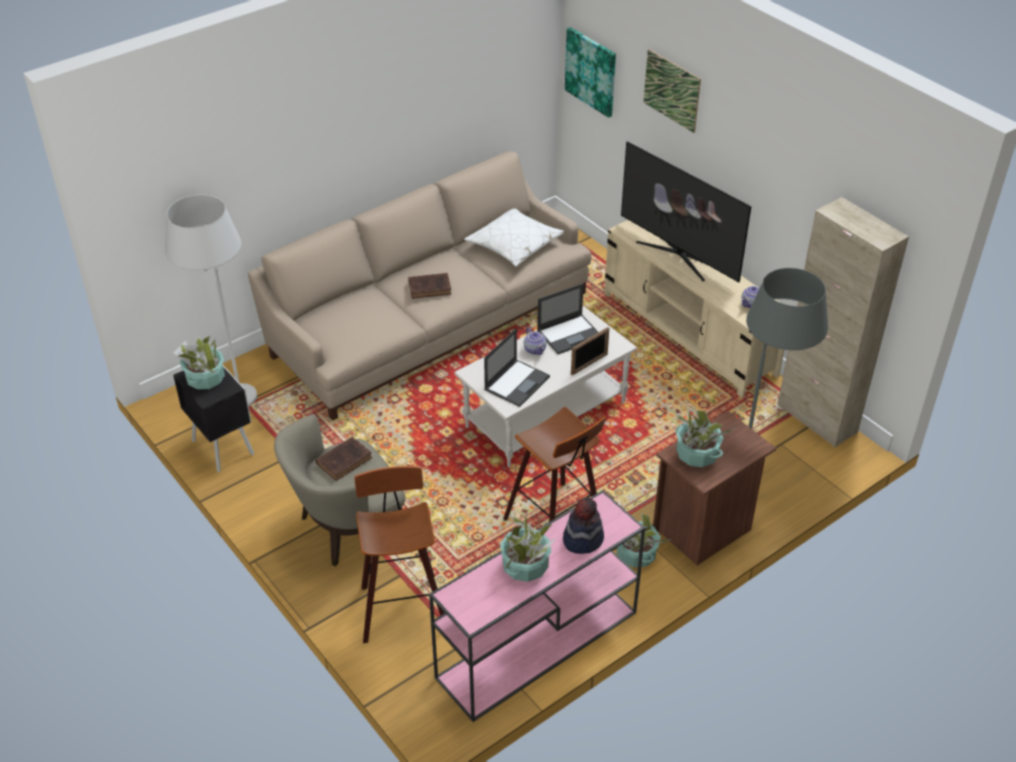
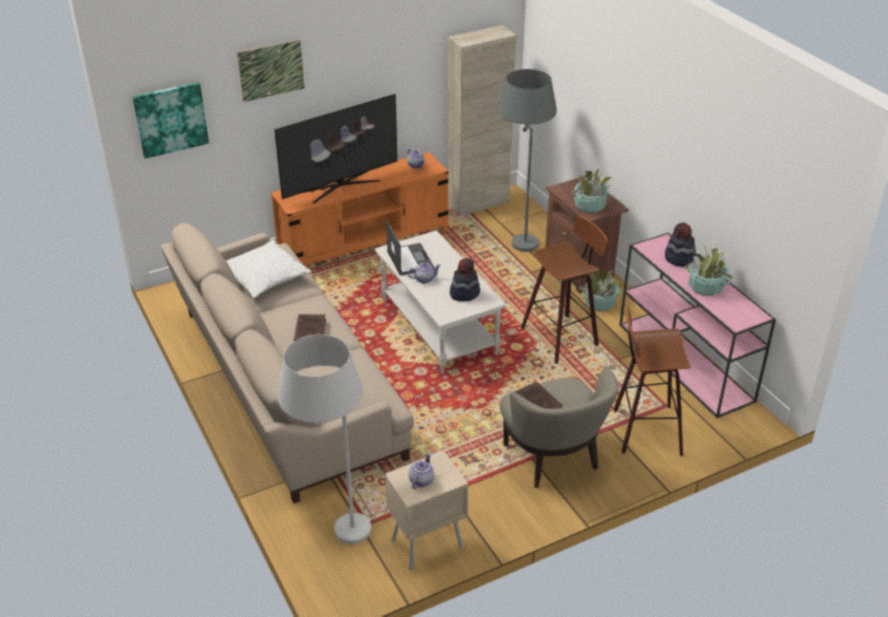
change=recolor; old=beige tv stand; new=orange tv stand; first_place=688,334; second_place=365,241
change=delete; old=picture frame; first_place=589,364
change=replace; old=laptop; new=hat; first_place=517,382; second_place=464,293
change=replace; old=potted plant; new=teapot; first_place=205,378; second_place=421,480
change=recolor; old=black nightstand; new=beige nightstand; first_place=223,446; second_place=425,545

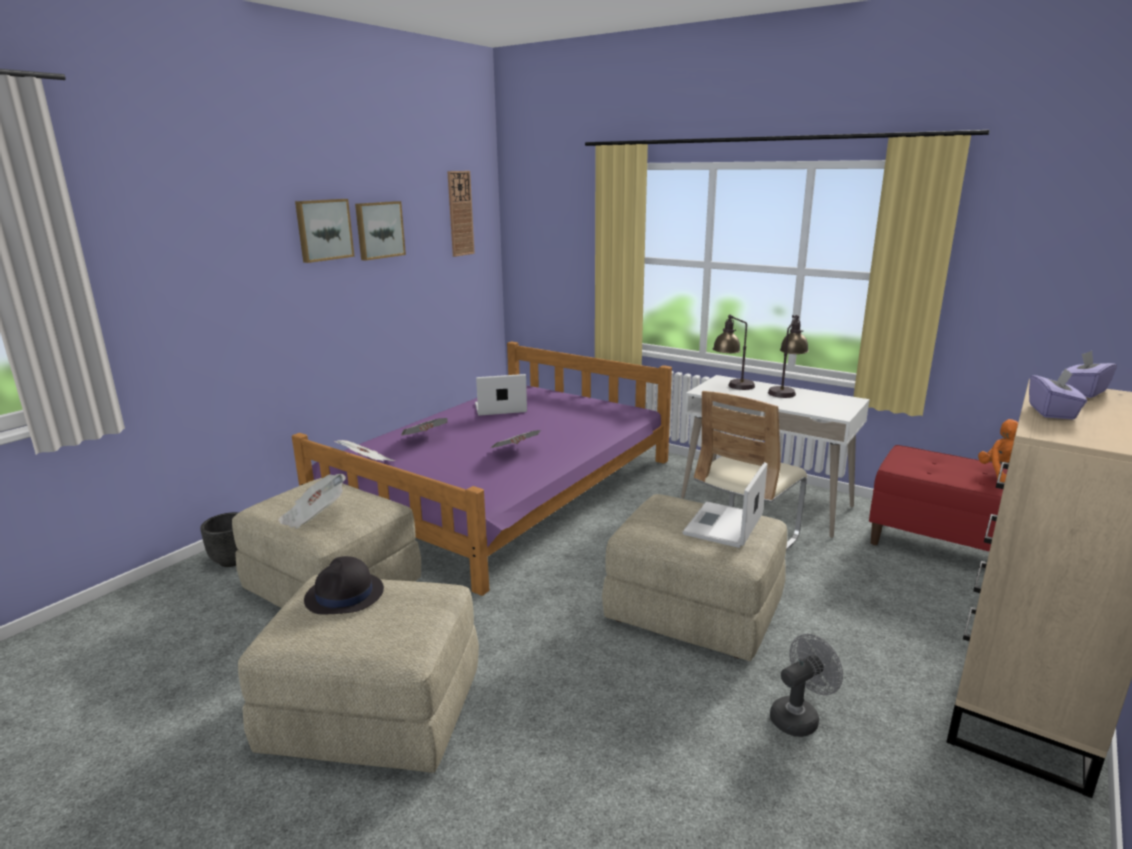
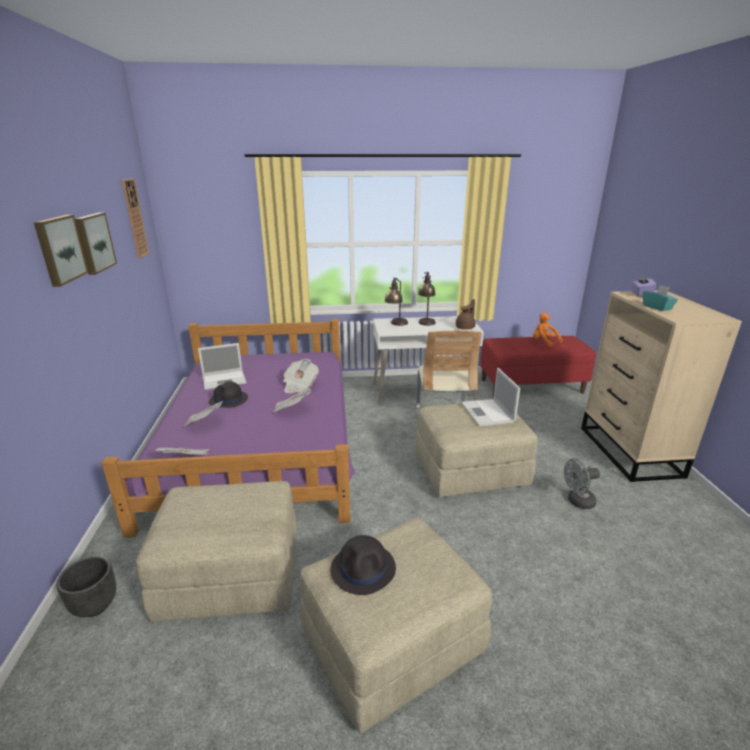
change=recolor; old=purple tissue box; new=turquoise tissue box; first_place=1052,412; second_place=657,307
change=rotate; old=laptop; first_place=499,408; second_place=225,380; degrees=-150
change=move; old=newspaper; first_place=314,517; second_place=299,385
change=rotate; old=grey fan; first_place=799,717; second_place=577,502; degrees=-120
change=insert; new=brown teapot; second_place=465,327
change=insert; new=black hat; second_place=228,400

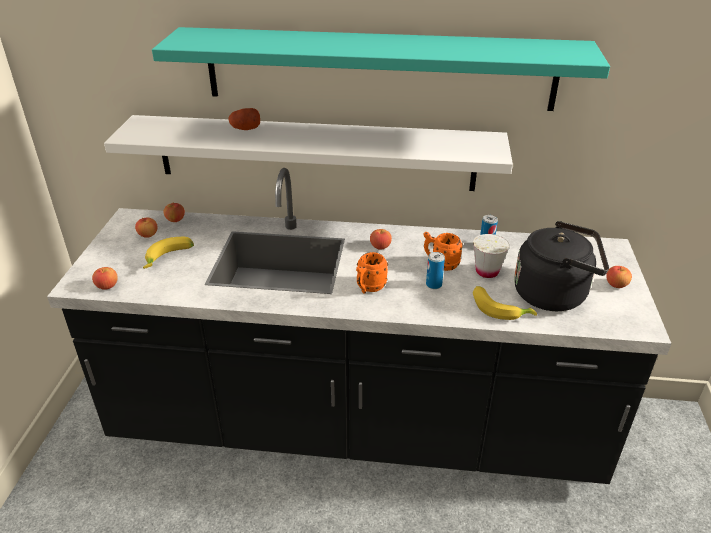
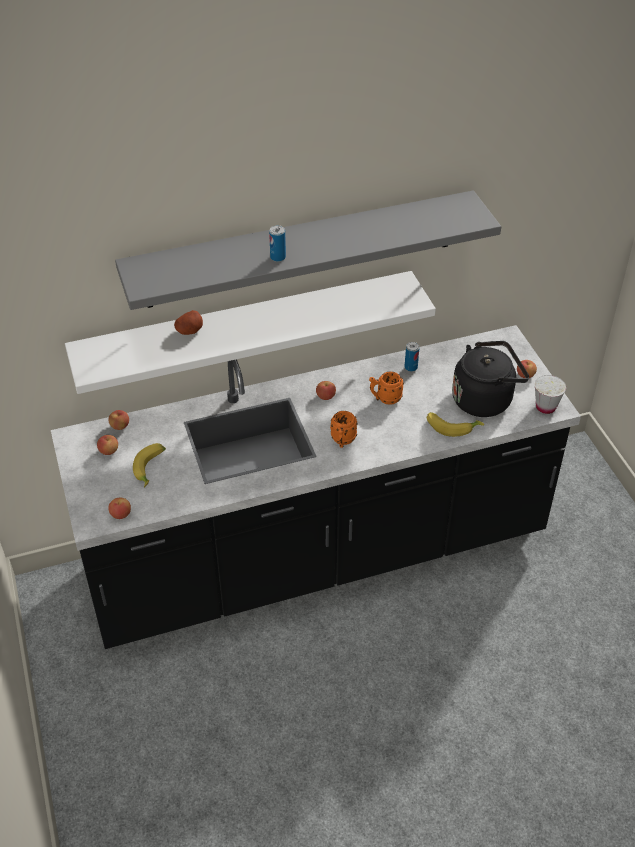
change=recolor; old=turquoise shelf; new=grey shelf; first_place=379,69; second_place=301,249
change=move; old=white cup; first_place=487,271; second_place=545,407
change=move; old=can; first_place=434,284; second_place=278,257

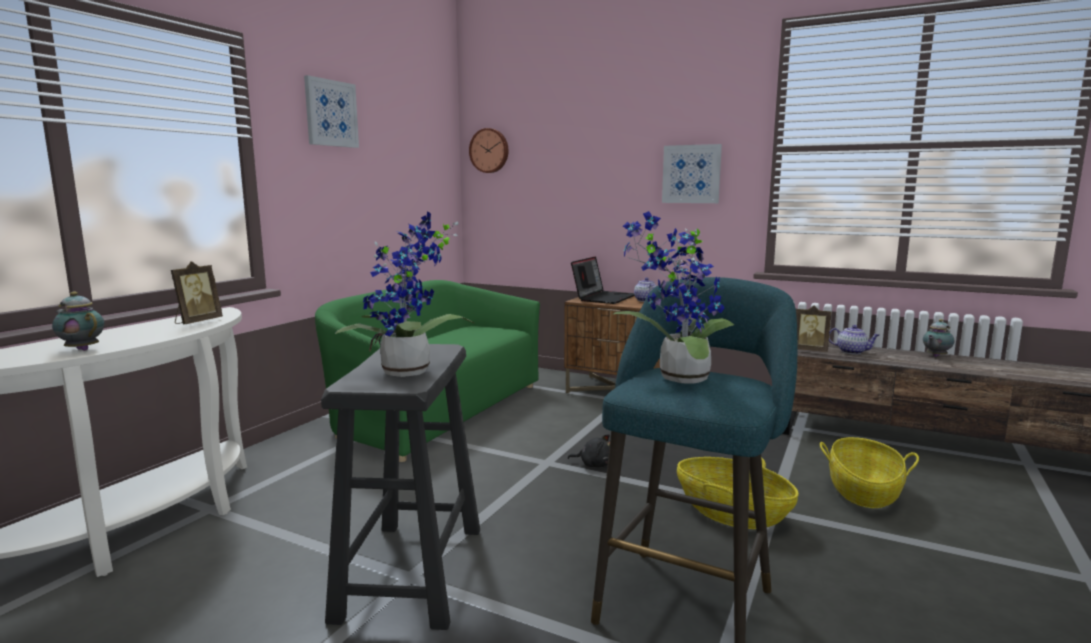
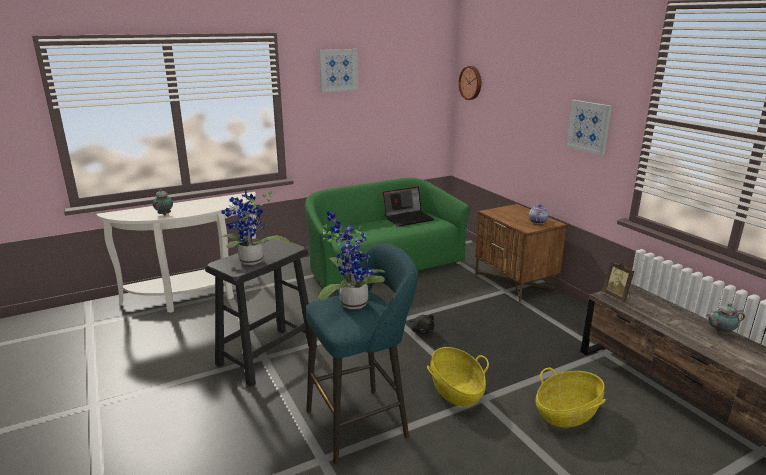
change=move; old=laptop; first_place=603,298; second_place=408,218
change=delete; old=picture frame; first_place=197,322
change=delete; old=teapot; first_place=852,352

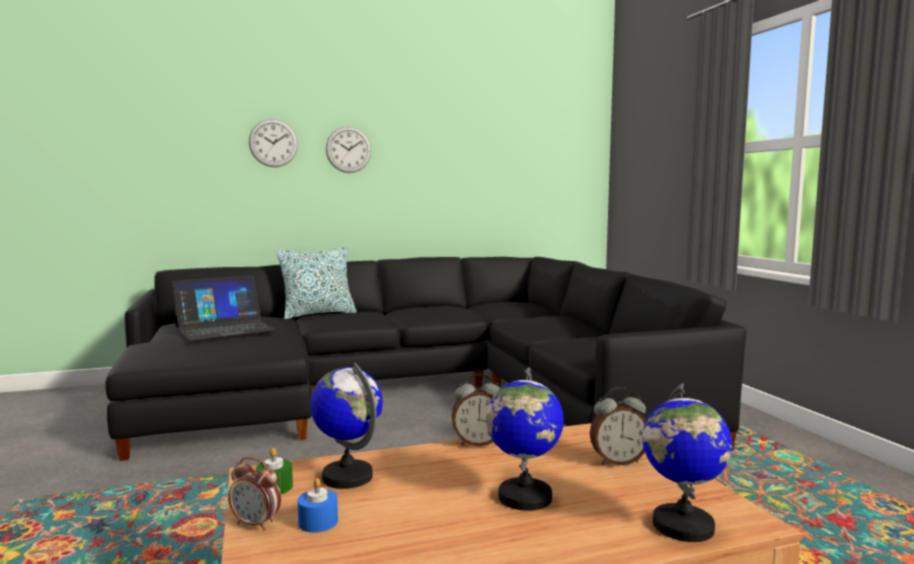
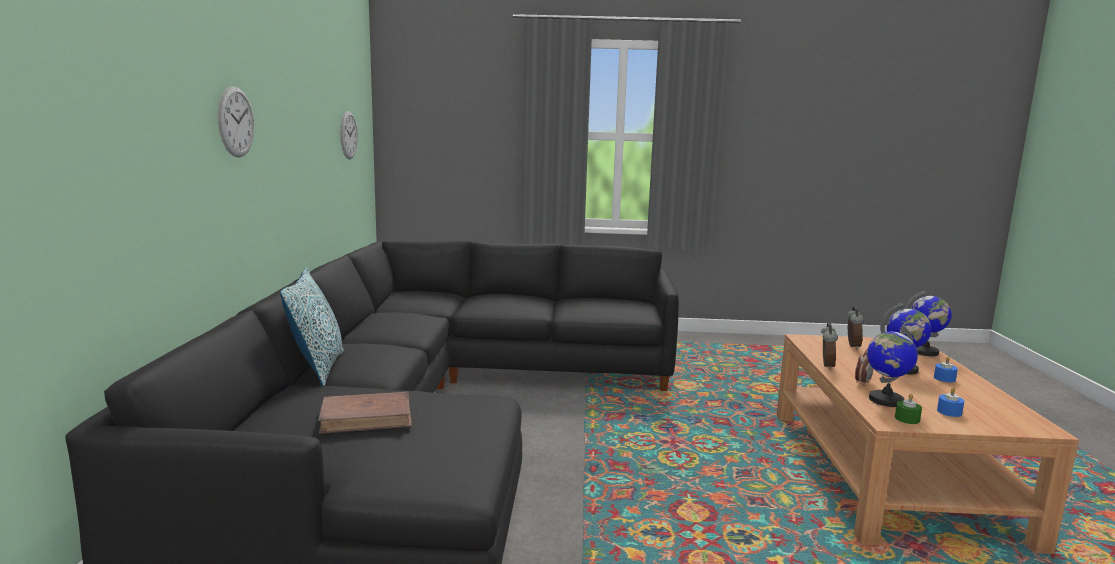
change=move; old=wall clock; first_place=273,143; second_place=348,135
change=replace; old=laptop; new=brown book; first_place=225,329; second_place=367,417
change=move; old=alarm clock; first_place=256,524; second_place=862,382
change=insert; new=blue candle; second_place=944,378

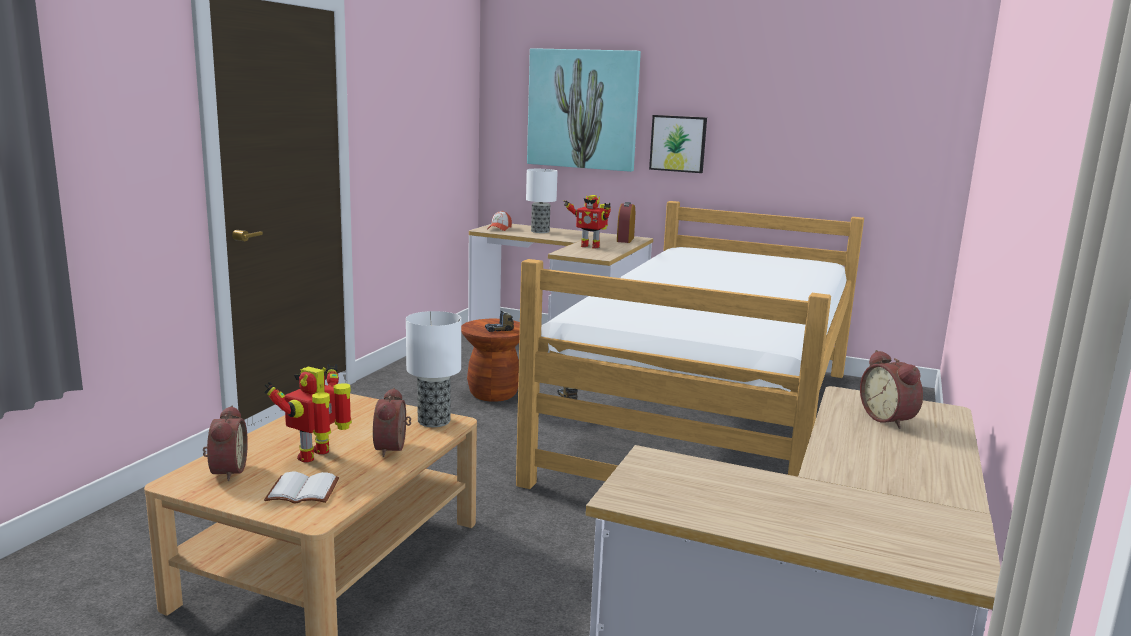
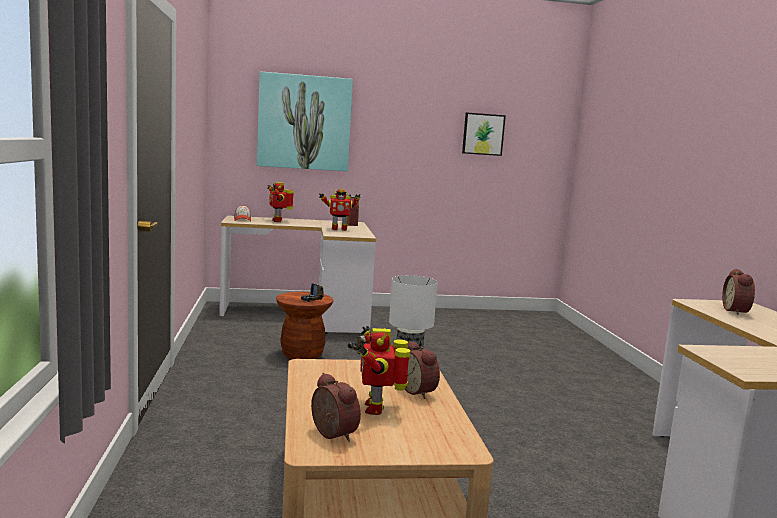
change=move; old=picture; first_place=678,143; second_place=483,134
change=replace; old=table lamp; new=toy robot; first_place=540,231; second_place=278,221
change=delete; old=bed; first_place=710,420
change=rotate; old=alarm clock; first_place=889,419; second_place=737,311; degrees=60
change=delete; old=white book; first_place=304,490

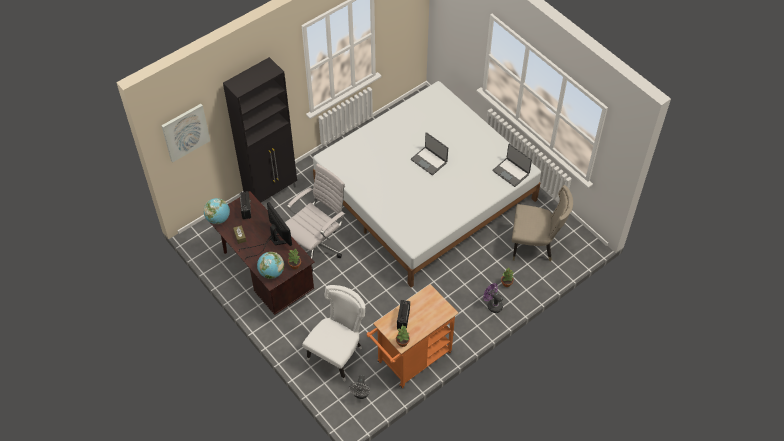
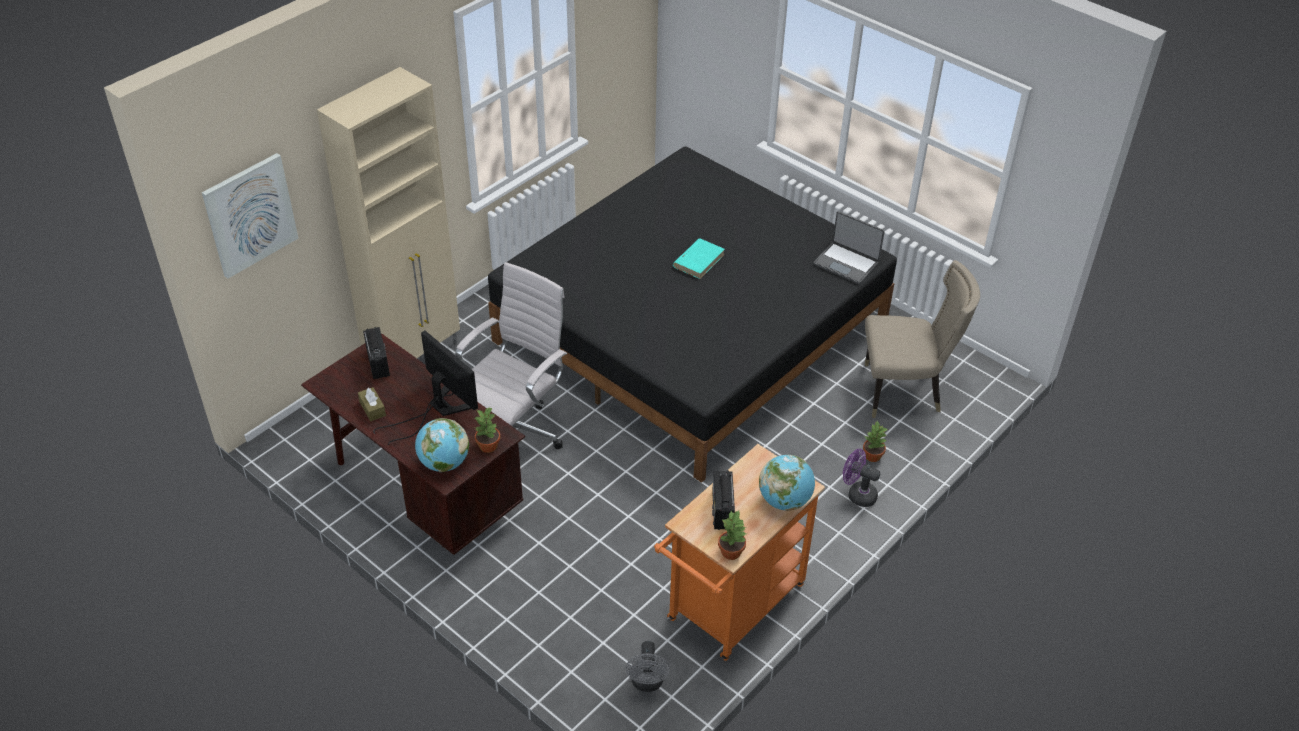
change=recolor; old=black cabinet; new=beige cabinet; first_place=272,192; second_place=415,356
change=recolor; old=white bed; new=black bed; first_place=425,194; second_place=691,331
change=replace; old=laptop; new=turquoise book; first_place=429,161; second_place=699,260
change=move; old=globe; first_place=218,219; second_place=784,500
change=delete; old=white chair; first_place=338,354

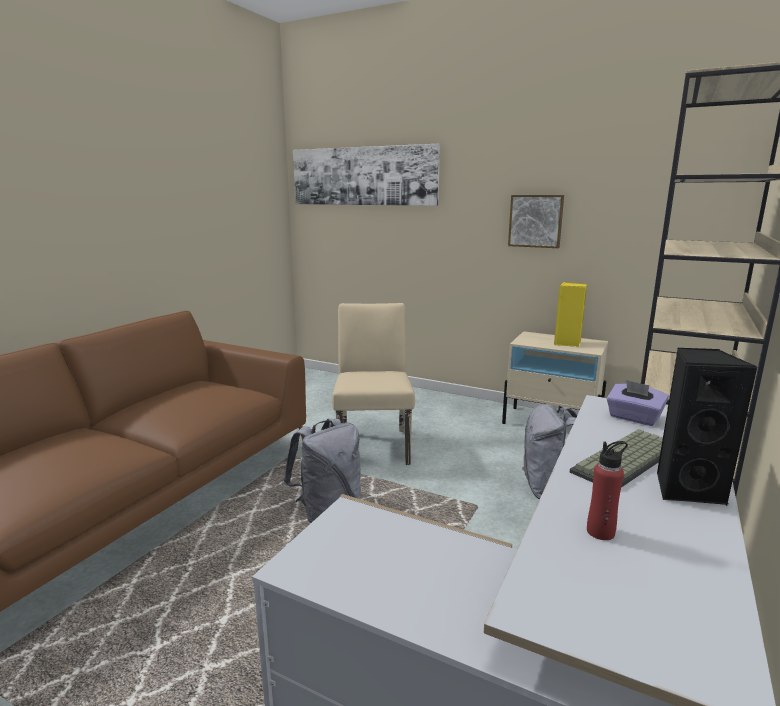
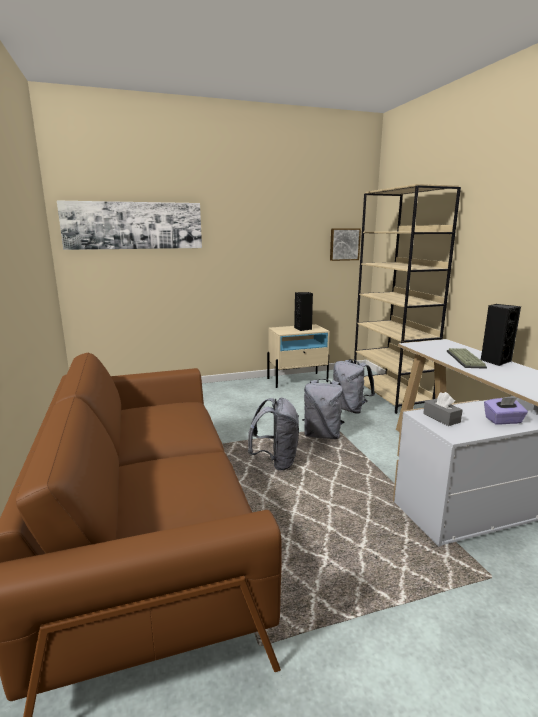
change=move; old=picture; first_place=536,221; second_place=344,244
change=recolor; old=yellow speaker; new=black speaker; first_place=567,343; second_place=303,329
change=delete; old=beige chair; first_place=374,443
change=move; old=purple tissue box; first_place=634,418; second_place=503,421
change=delete; old=red bottle; first_place=600,532
change=insert; new=grey backpack; second_place=322,435
change=insert; new=grey tissue box; second_place=441,418

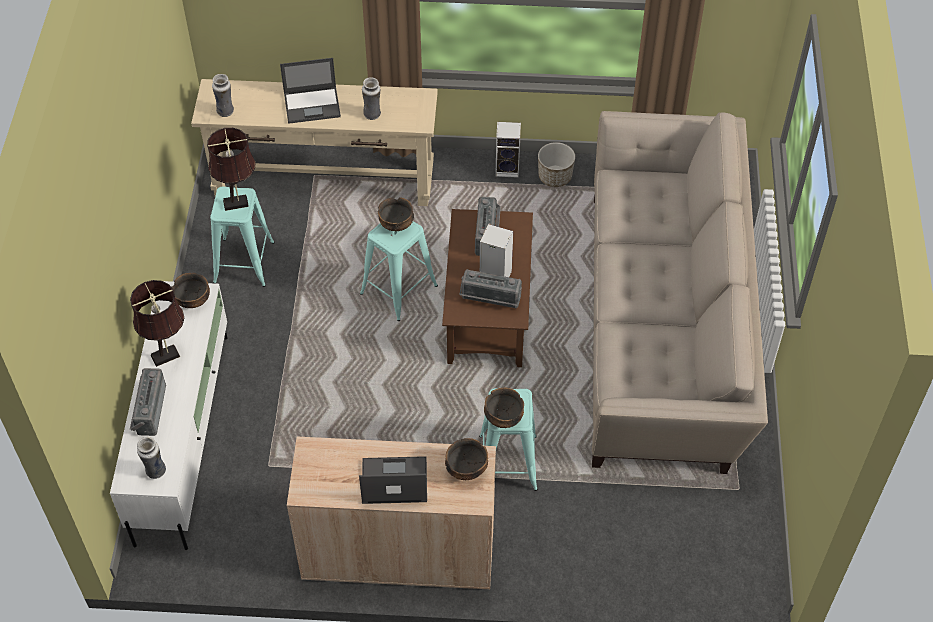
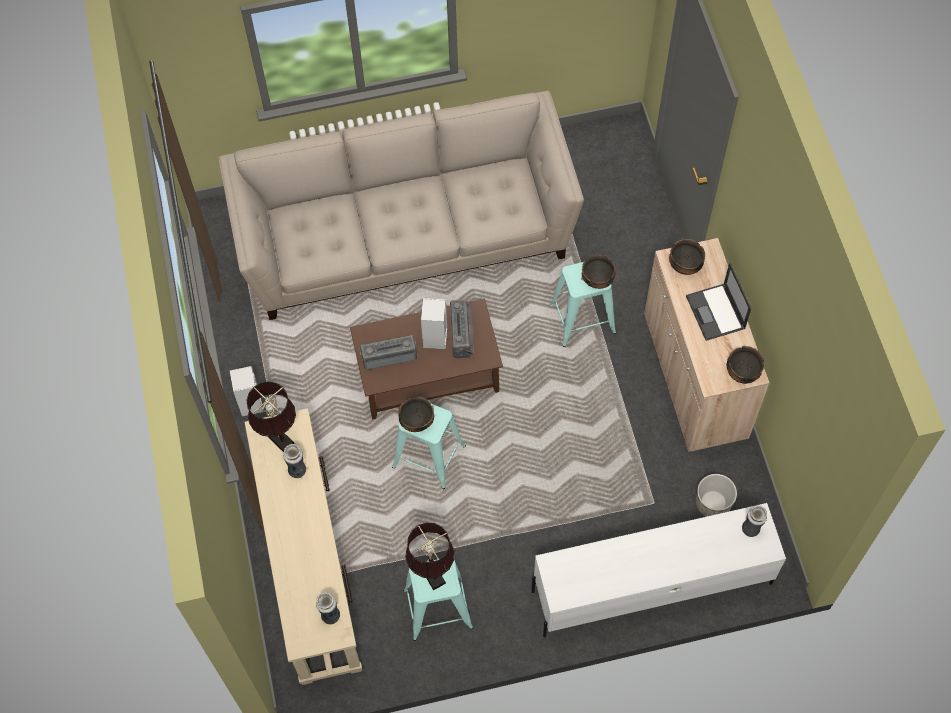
change=delete; old=laptop; first_place=313,105
change=move; old=planter; first_place=555,177; second_place=713,504
change=move; old=bowl; first_place=193,301; second_place=742,372
change=move; old=brown table lamp; first_place=168,355; second_place=279,438
change=delete; old=radio; first_place=148,410

